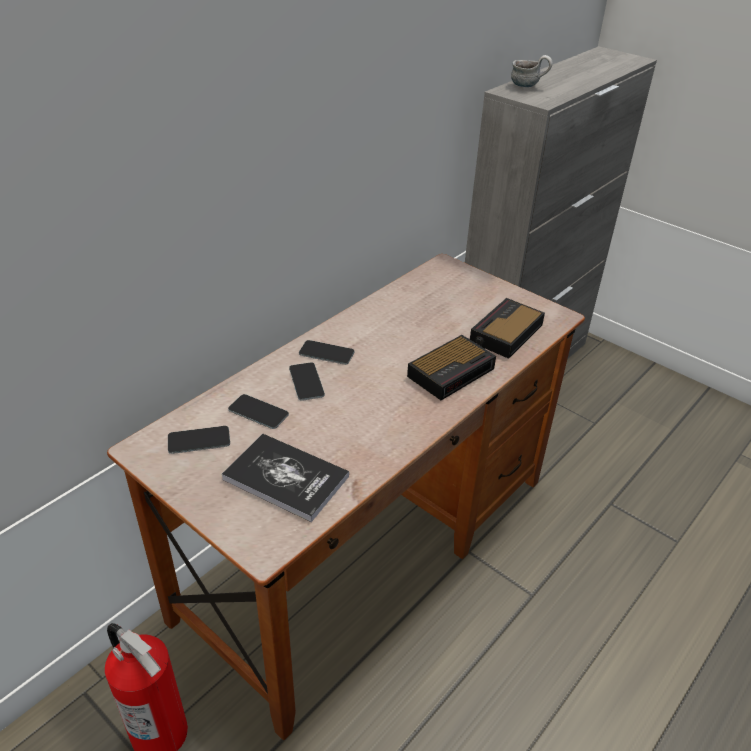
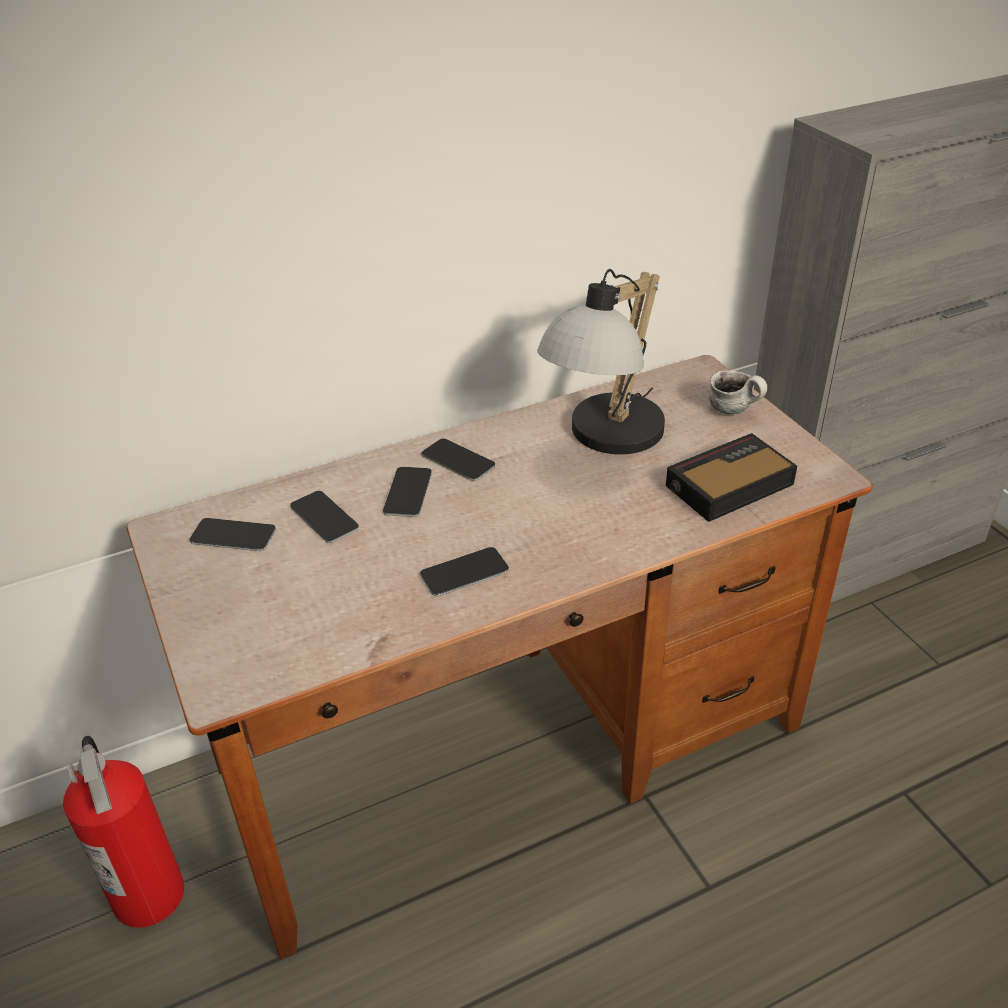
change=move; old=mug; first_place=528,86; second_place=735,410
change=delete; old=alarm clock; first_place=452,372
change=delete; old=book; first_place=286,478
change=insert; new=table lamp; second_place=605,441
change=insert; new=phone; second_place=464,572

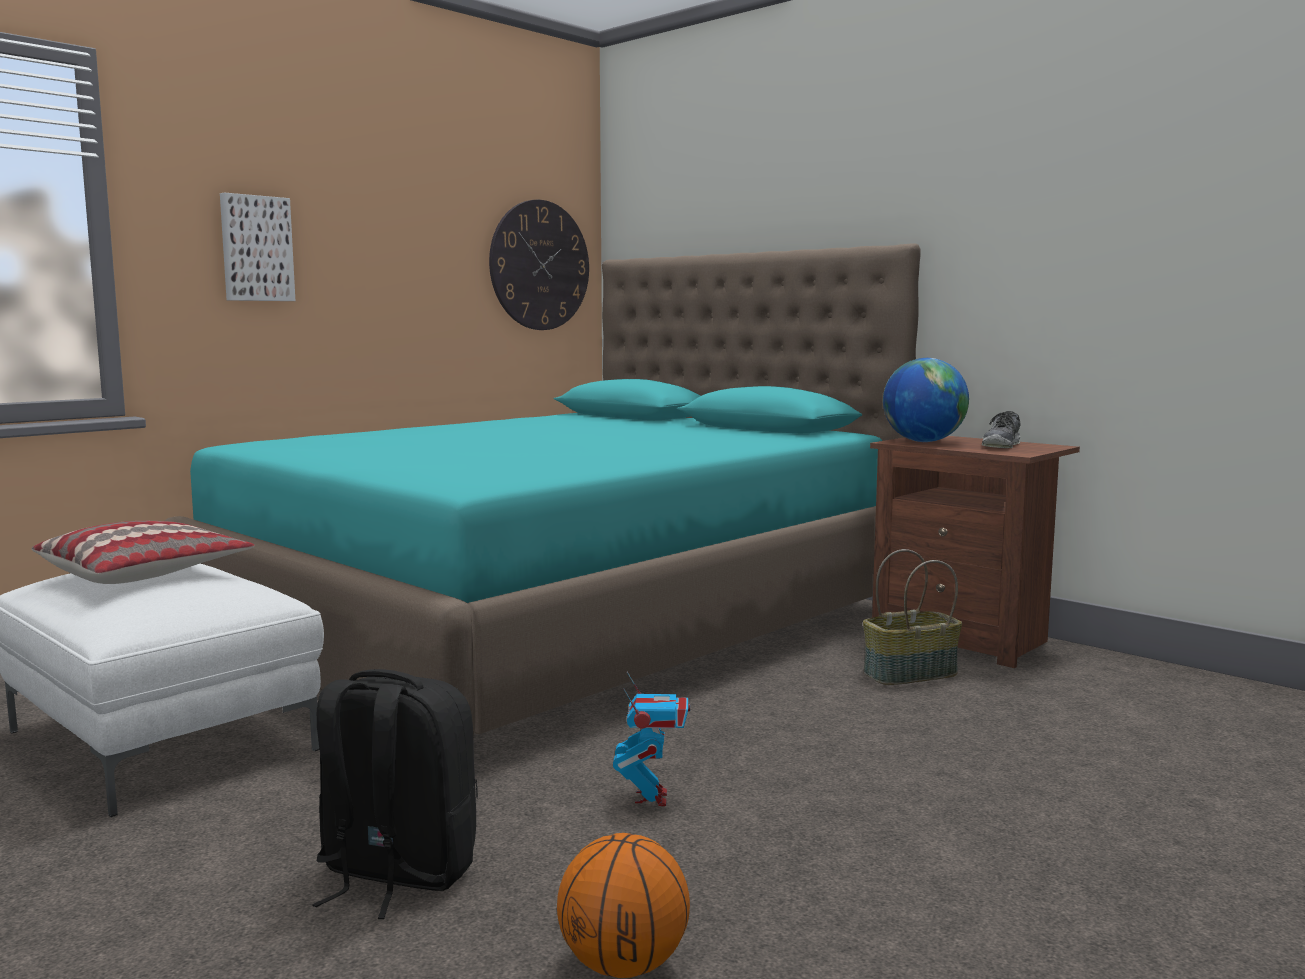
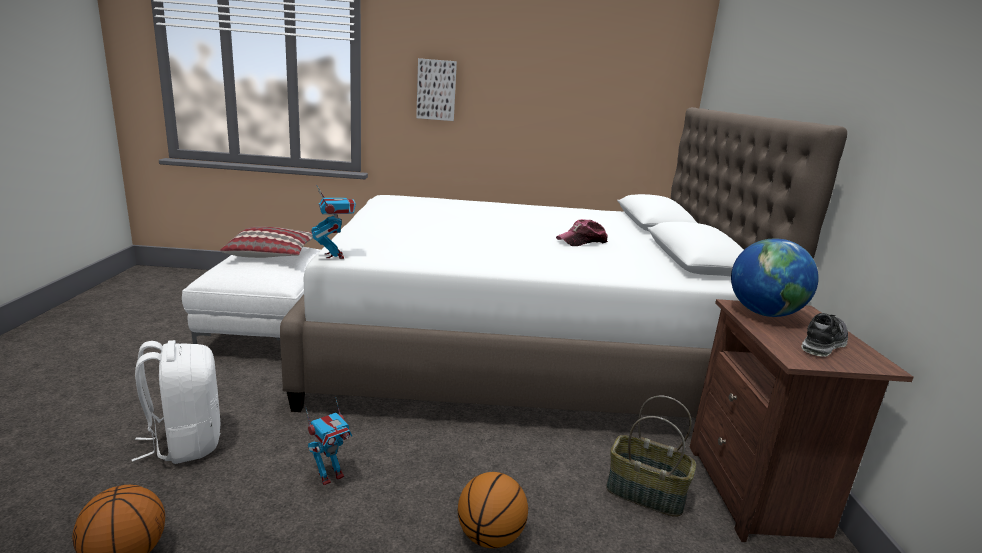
change=delete; old=wall clock; first_place=539,265
change=recolor; old=turquoise bed; new=white bed; first_place=562,628; second_place=519,347
change=rotate; old=shoe; first_place=1002,445; second_place=823,344; degrees=150
change=recolor; old=black backpack; new=white backpack; first_place=395,874; second_place=185,442
change=insert; new=toy robot; second_place=334,255
change=insert; new=cap; second_place=582,241
change=insert; new=basketball; second_place=490,536

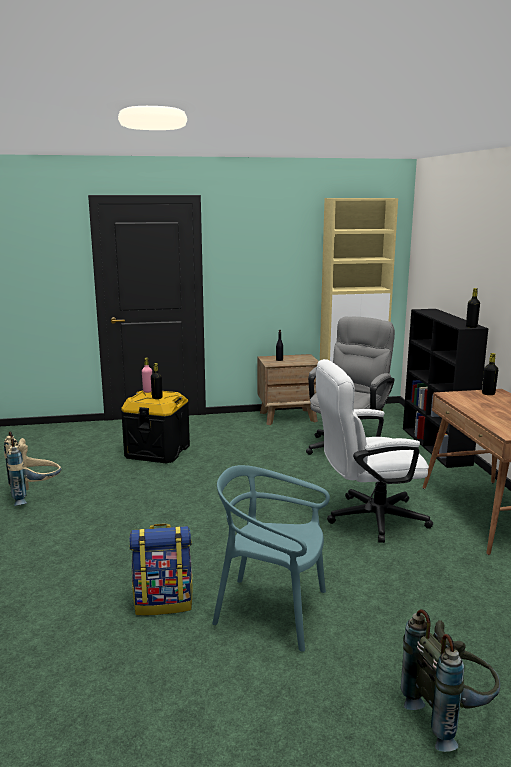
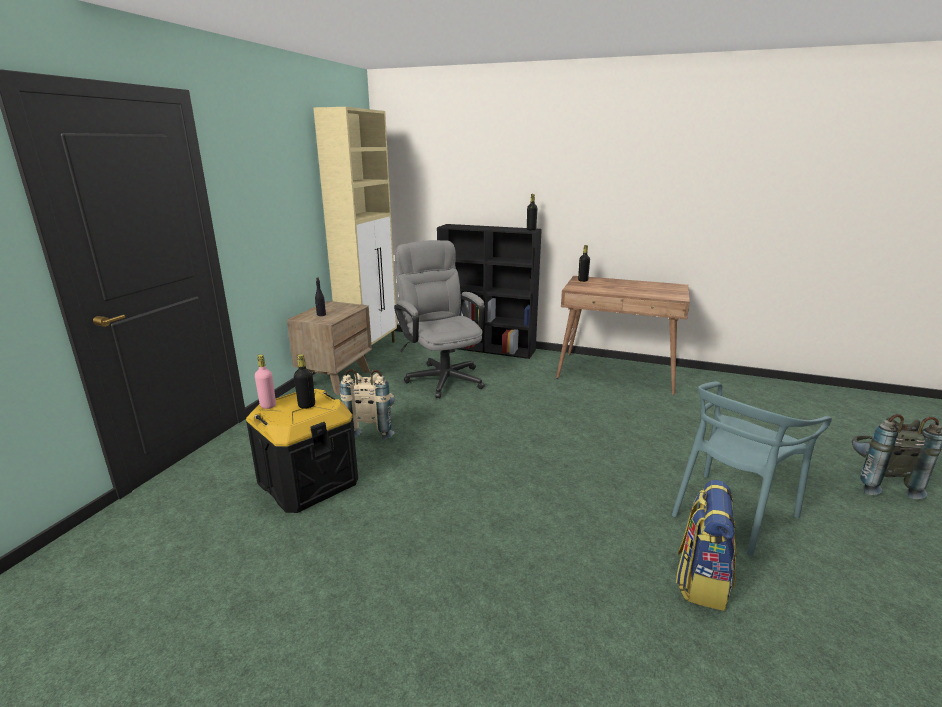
change=delete; old=white office chair; first_place=367,518
change=move; old=beige backpack; first_place=35,496; second_place=372,429

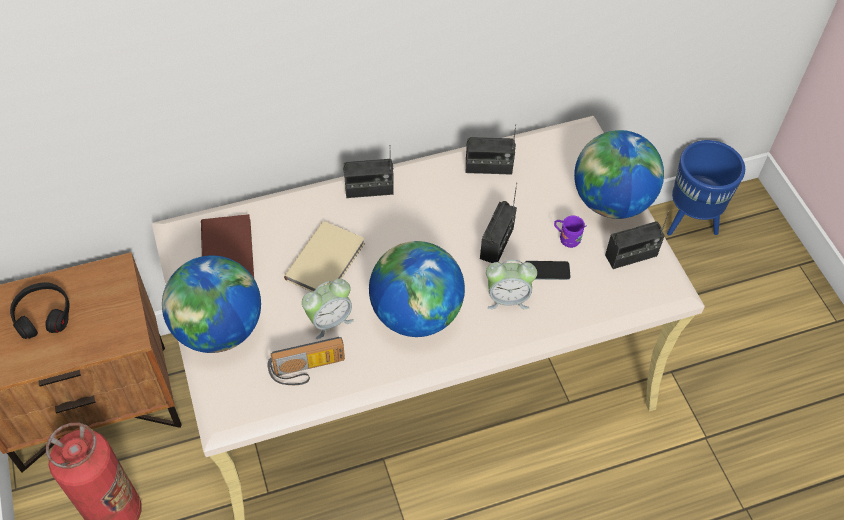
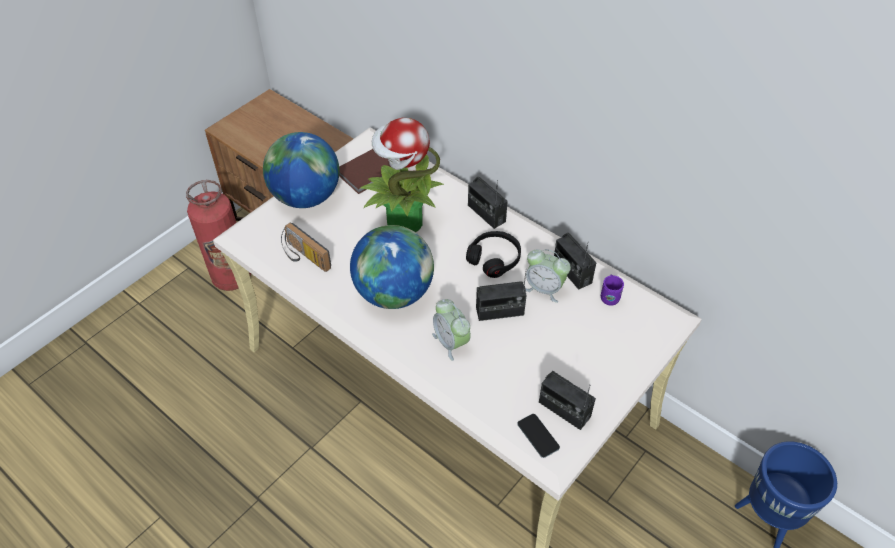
change=delete; old=globe; first_place=611,202
change=move; old=purple mug; first_place=566,239; second_place=609,296
change=replace; old=beige book; new=potted plant; first_place=327,261; second_place=403,222
change=move; old=phone; first_place=547,270; second_place=538,435
change=move; old=alarm clock; first_place=329,321; second_place=544,289
change=move; old=black headphones; first_place=43,315; second_place=494,258

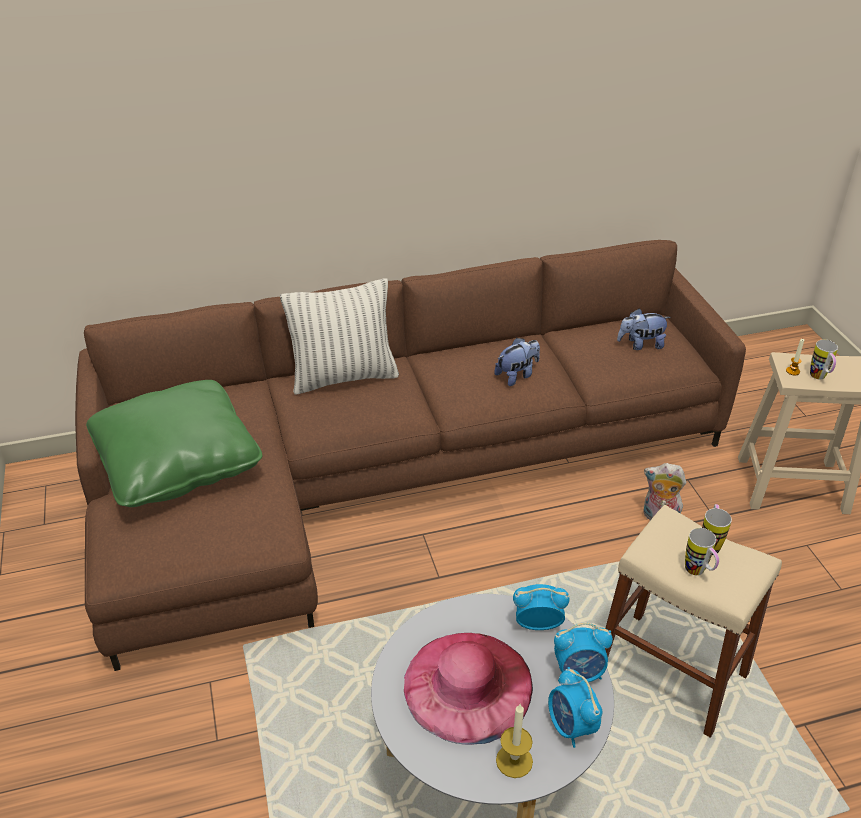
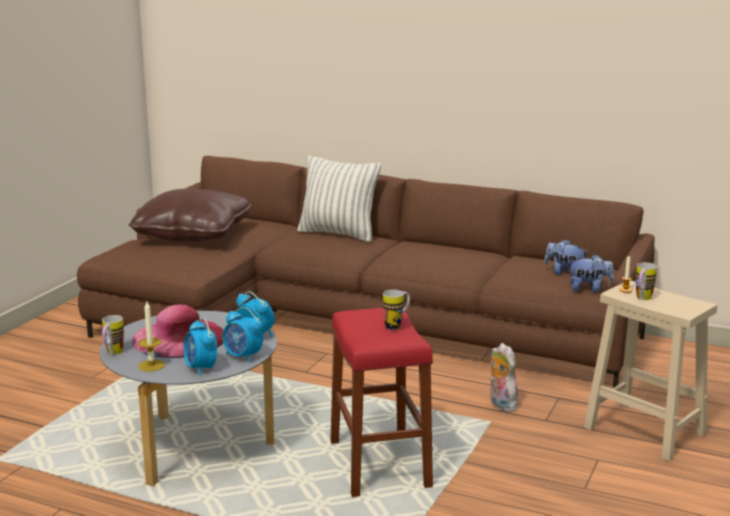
change=move; old=plush toy; first_place=517,375; second_place=589,289
change=recolor; old=green pillow; new=brown pillow; first_place=177,462; second_place=193,235
change=recolor; old=beige stool; new=red stool; first_place=671,672; second_place=379,464
change=move; old=mug; first_place=698,573; second_place=112,353
change=rotate; old=alarm clock; first_place=571,726; second_place=201,368; degrees=-45

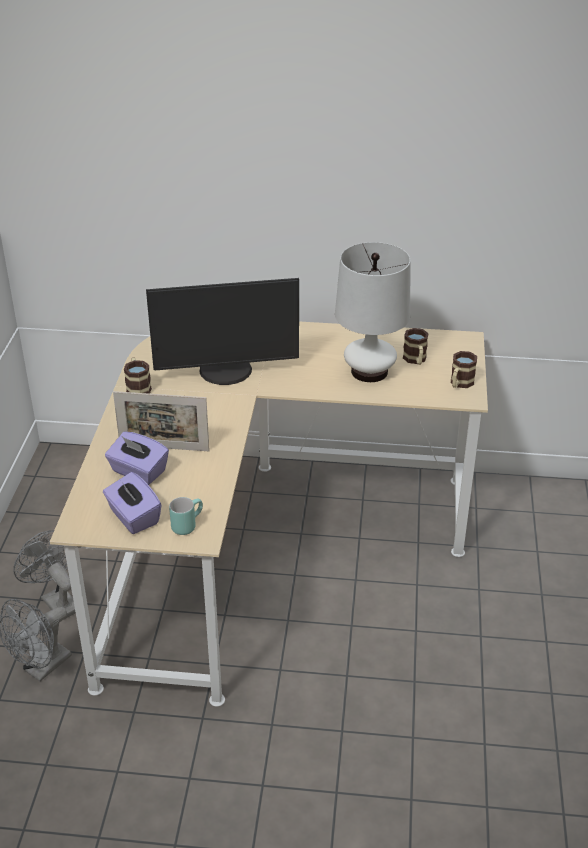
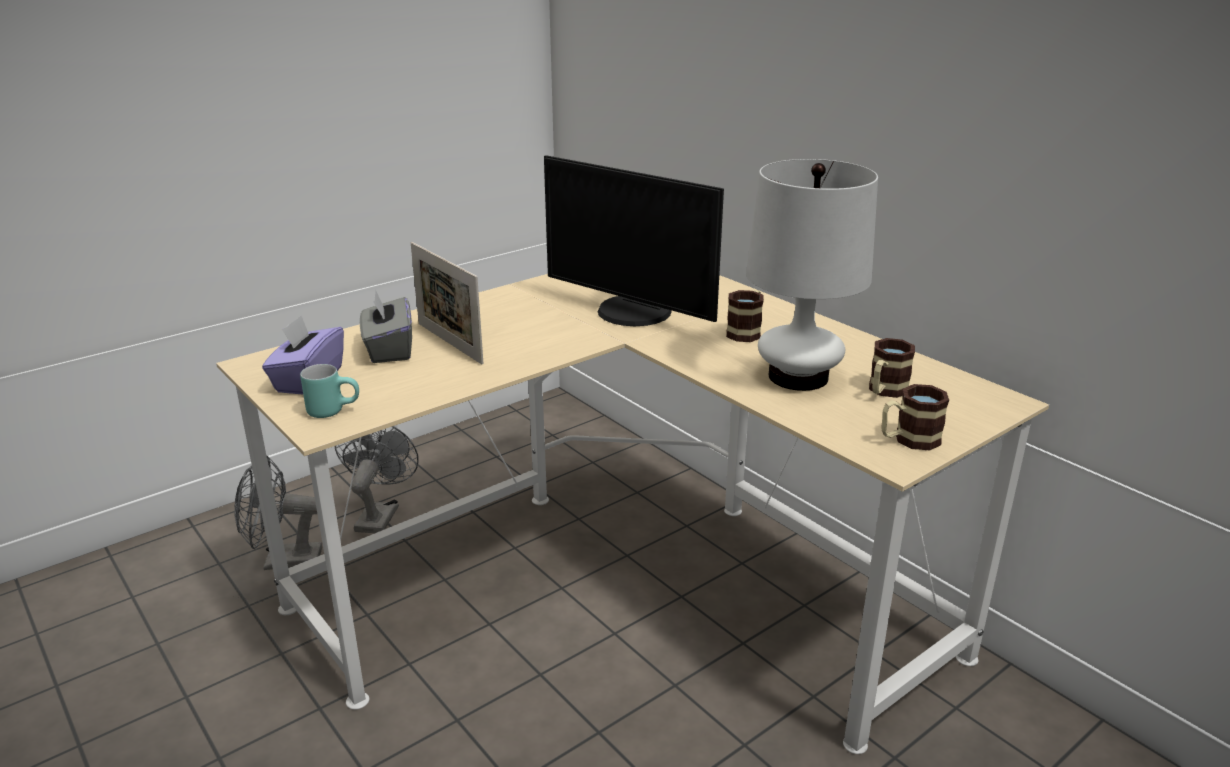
change=move; old=mug; first_place=138,387; second_place=746,331
change=recolor; old=purple tissue box; new=grey tissue box; first_place=138,472; second_place=389,350

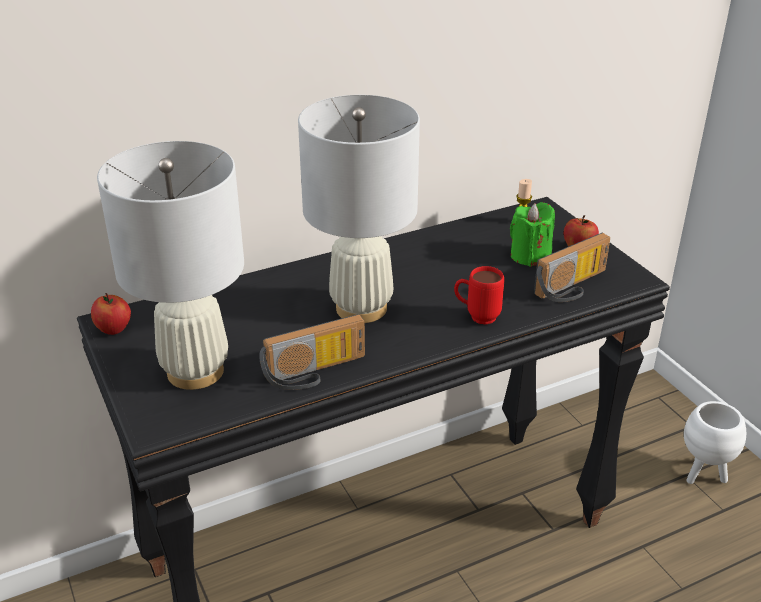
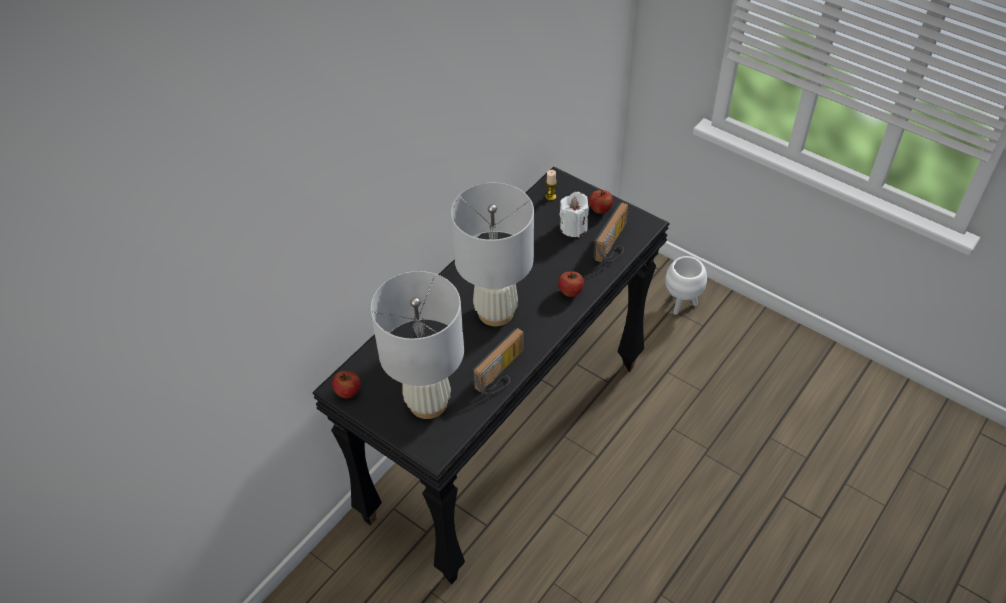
change=recolor; old=green candle; new=white candle; first_place=530,256; second_place=573,227
change=replace; old=red mug; new=apple; first_place=476,316; second_place=570,292

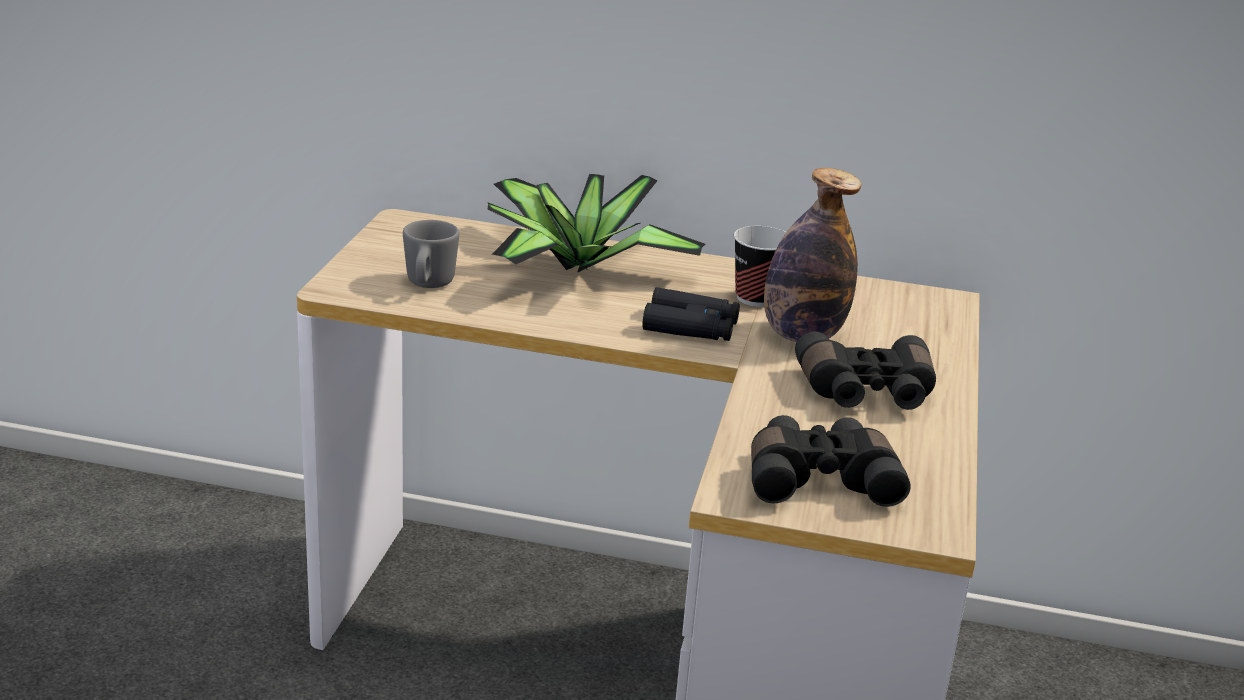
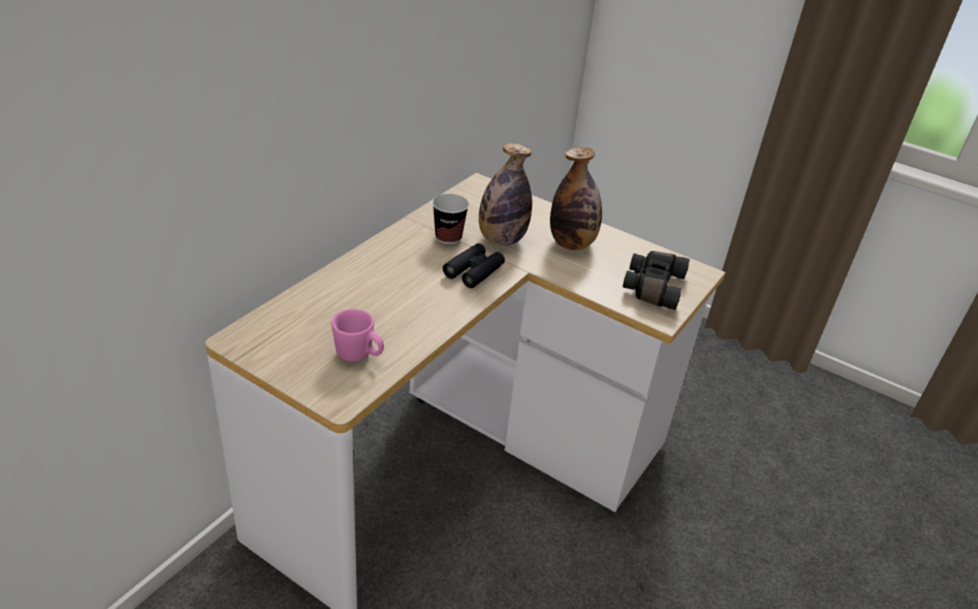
change=delete; old=potted plant; first_place=575,268
change=recolor; old=grey mug; new=pink mug; first_place=428,285; second_place=359,355
change=replace; old=black binoculars; new=bottle; first_place=866,393; second_place=572,244

